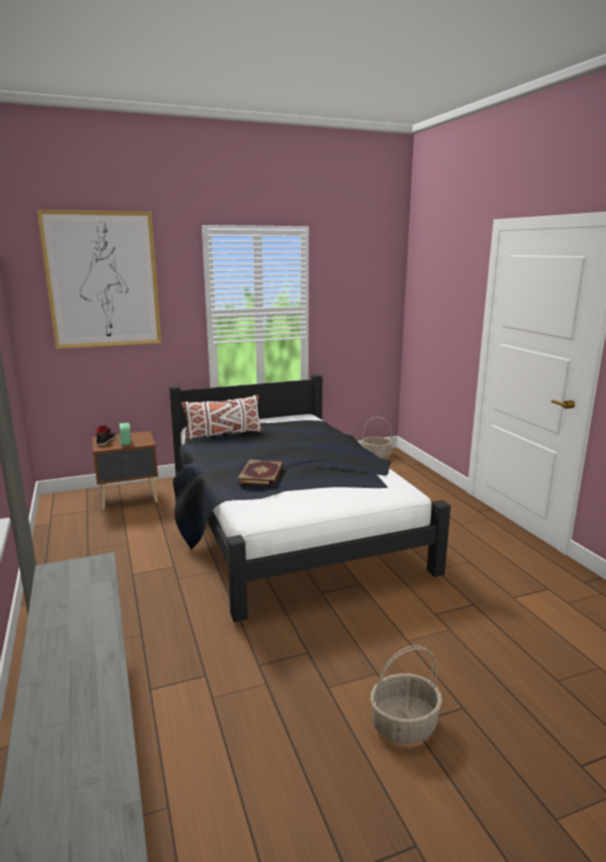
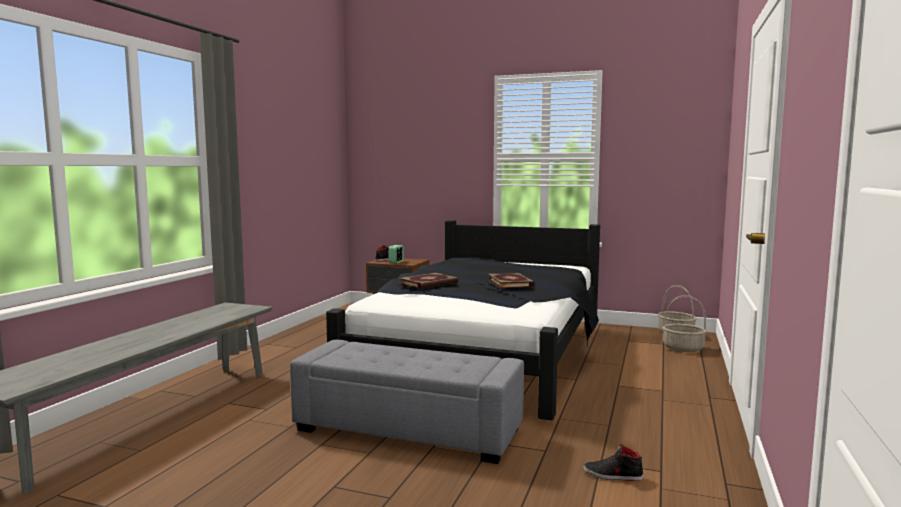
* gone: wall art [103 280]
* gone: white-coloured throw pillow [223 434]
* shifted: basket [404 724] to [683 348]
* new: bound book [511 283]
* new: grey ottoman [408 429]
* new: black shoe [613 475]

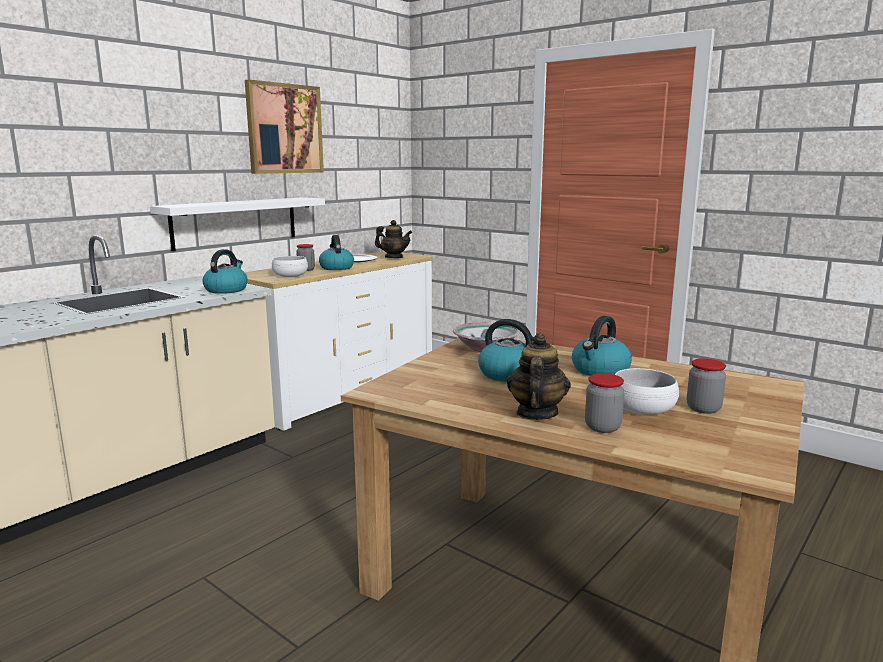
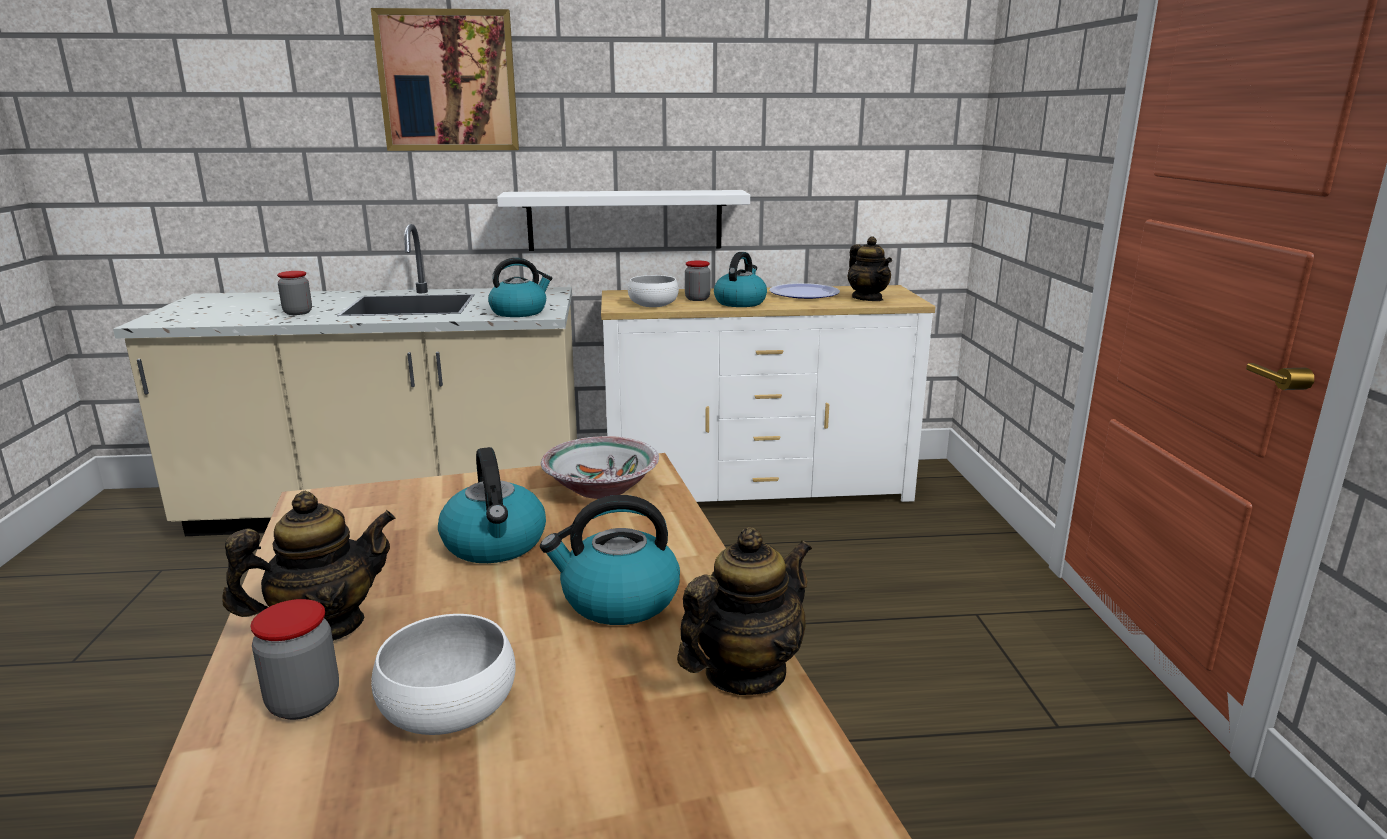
* shifted: wall art [284 129] to [448 81]
* shifted: preserve jar [703 409] to [298 312]
* new: pot for tea [745 673]

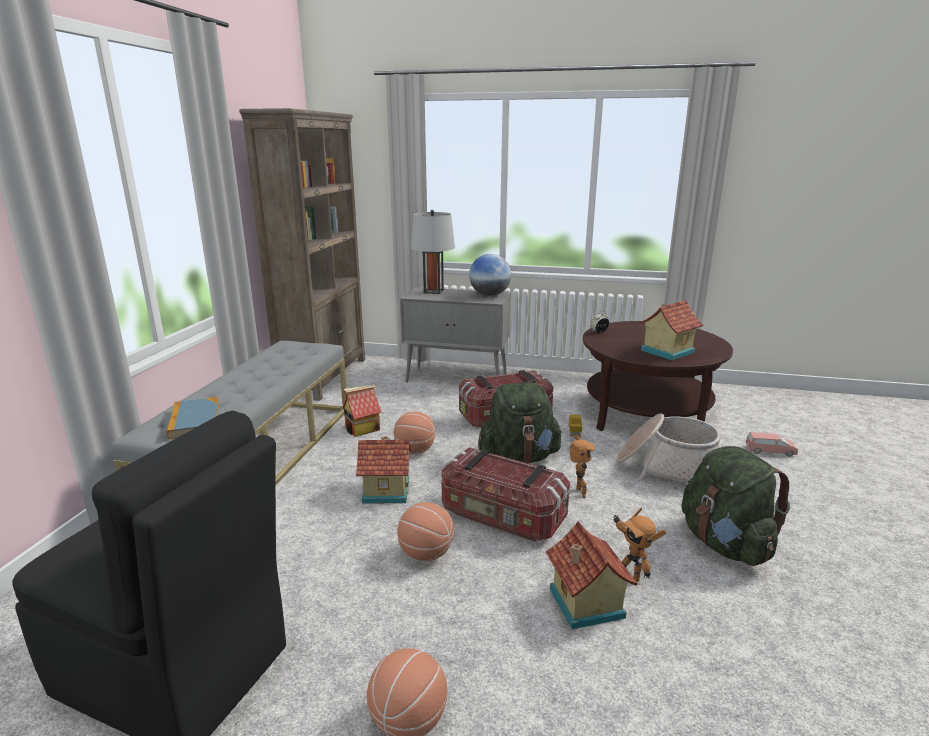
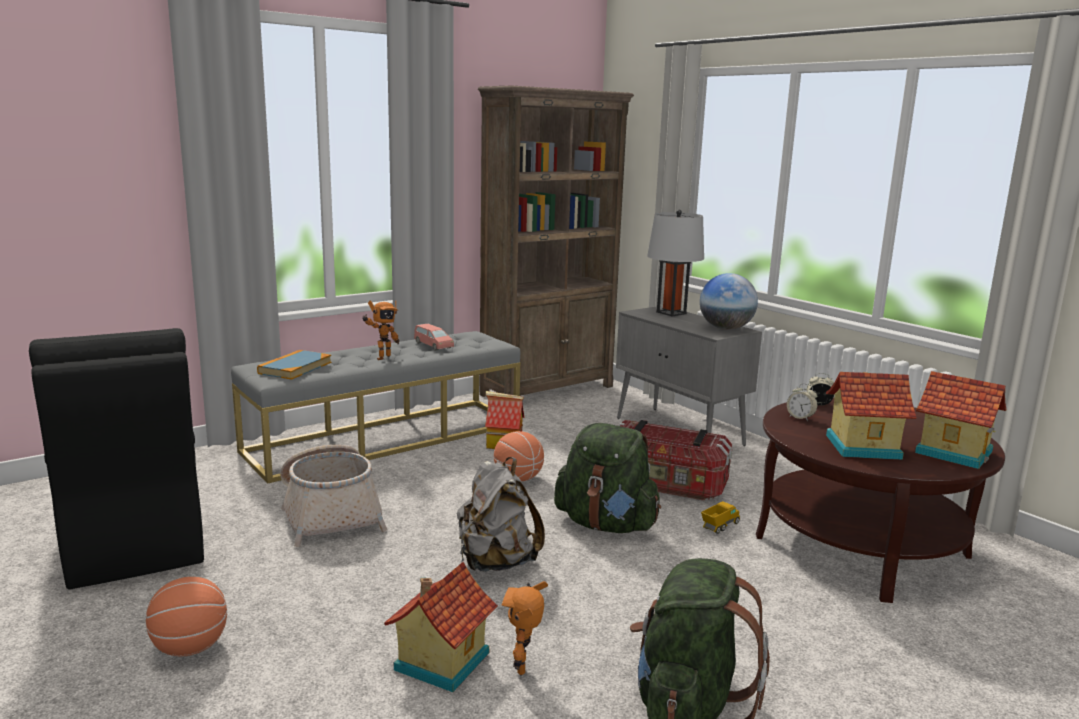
* shifted: basket [667 468] to [330 513]
* shifted: pink-coloured model car [770 451] to [433 345]
* shifted: robot figure [578 493] to [381 357]
* shifted: model house [386 490] to [953 451]
* swapped: storage box [502 517] to grey backpack [496 563]
* gone: basketball [426 553]
* new: table clock [800 418]

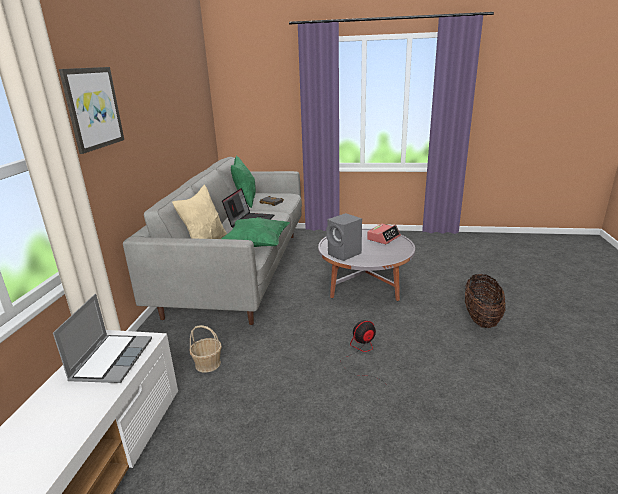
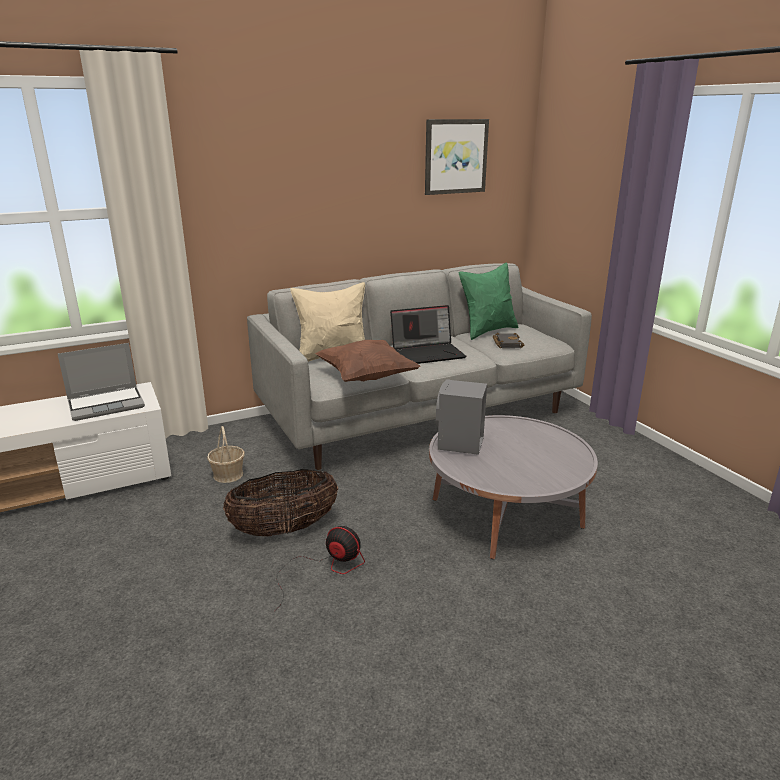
* shifted: wall art [92 108] to [455 156]
* repainted: green throw pillow [256 245] to brown-coloured throw pillow [366 377]
* gone: table clock [383 238]
* shifted: basket [481 318] to [284 529]

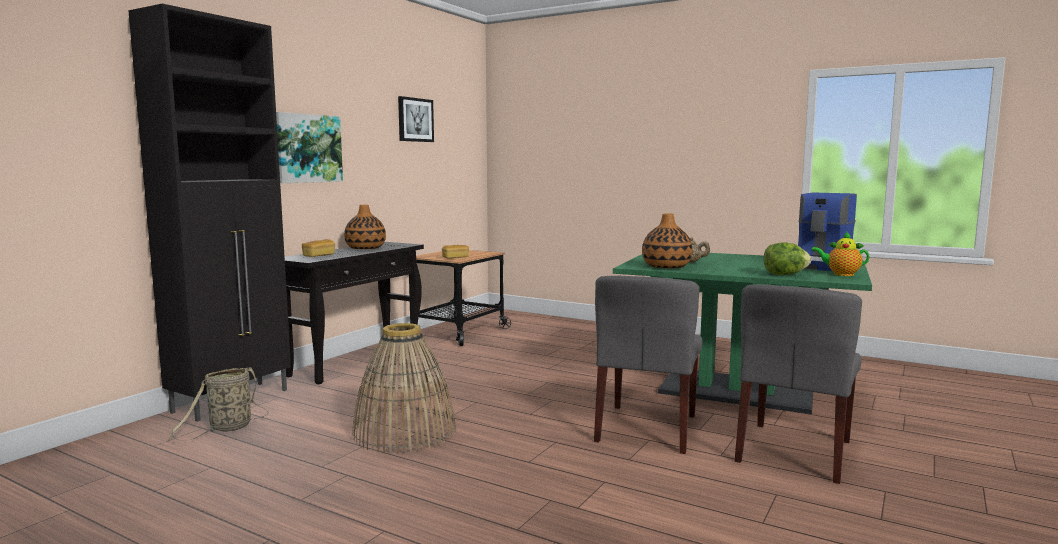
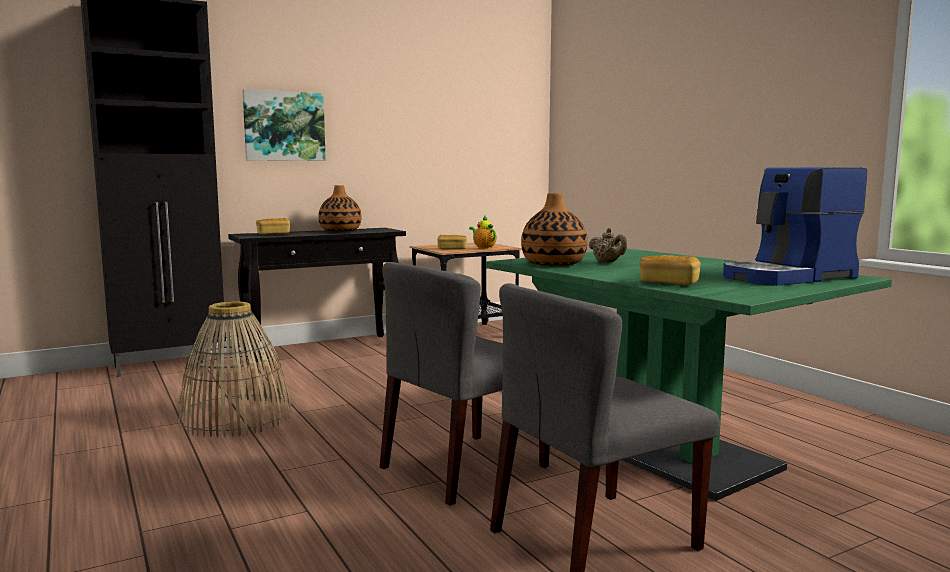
* gone: wall art [415 120]
* shifted: pot for tea [841 274] to [483 248]
* swapped: head of lettuce [784 275] to bakery bread [668 283]
* gone: basket [228 428]

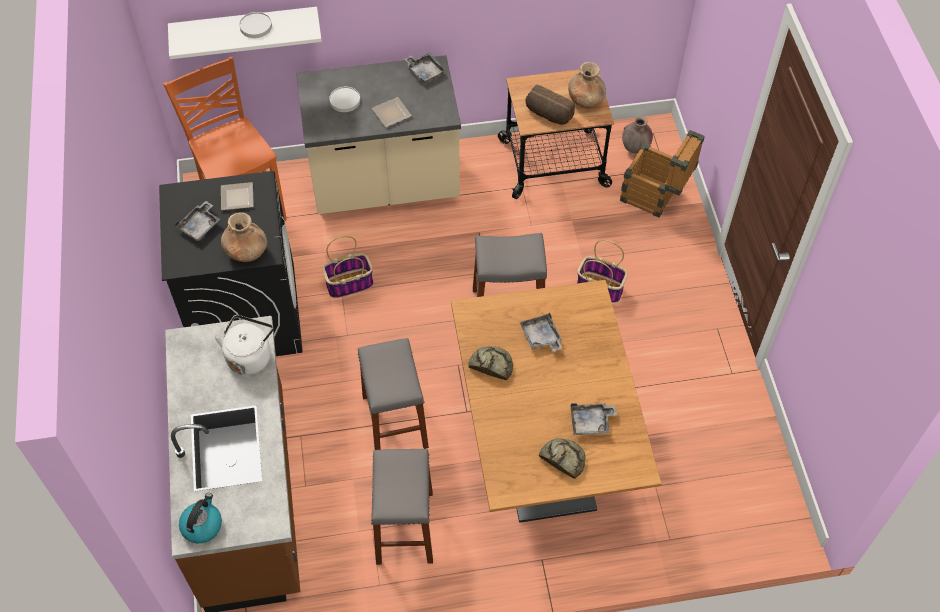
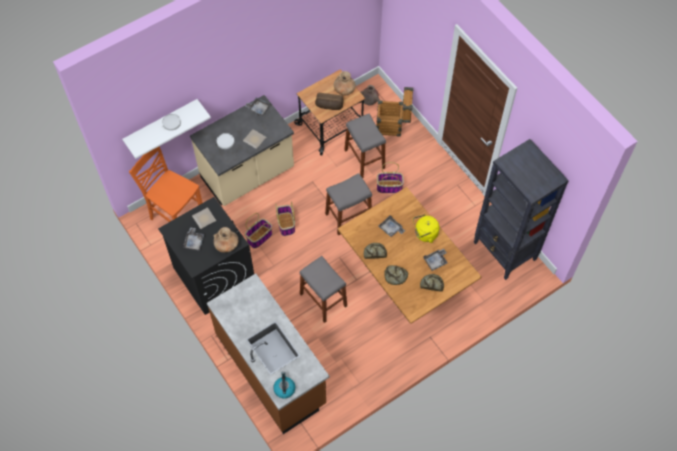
* gone: white-coloured kettle [250 356]
* shifted: grey stool [404 527] to [364 159]
* new: black bookshelf [505 252]
* new: basket [286 224]
* new: yellow-coloured kettle [424 234]
* new: bakery bread [395 276]

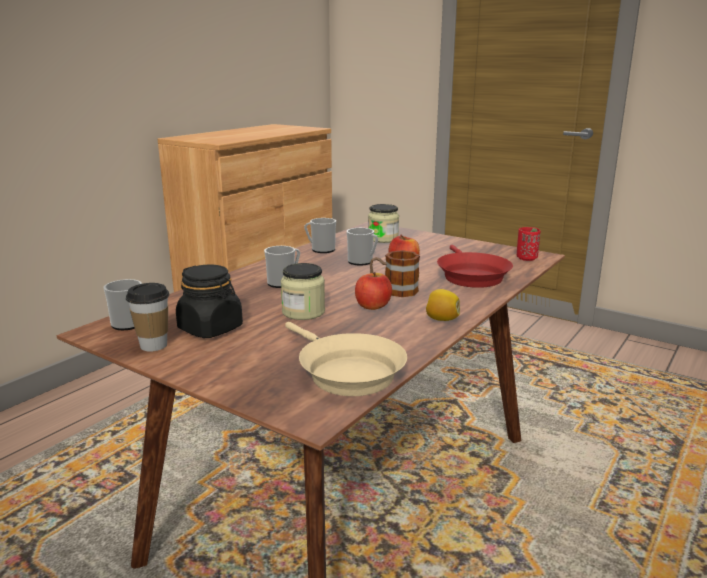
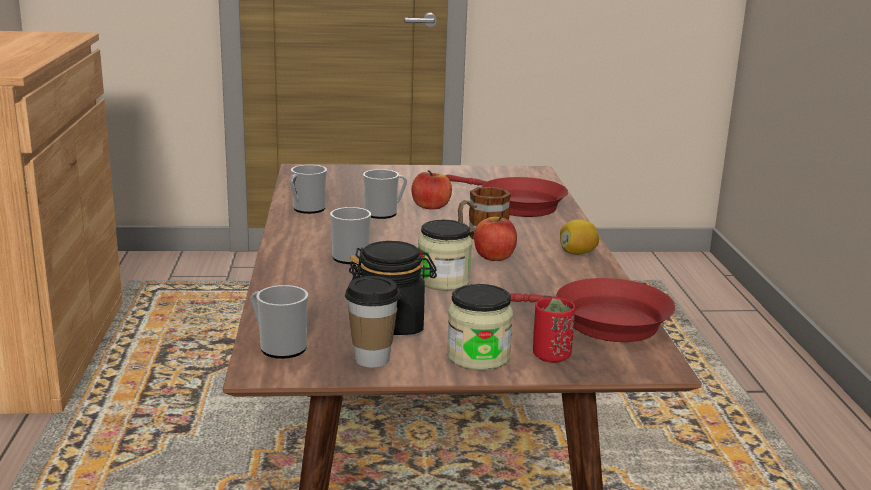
* shifted: preserve jar [383 239] to [478 356]
* shifted: reddish cup [526 258] to [551 356]
* repainted: beige-coloured pan [345 372] to reddish pan [600 322]

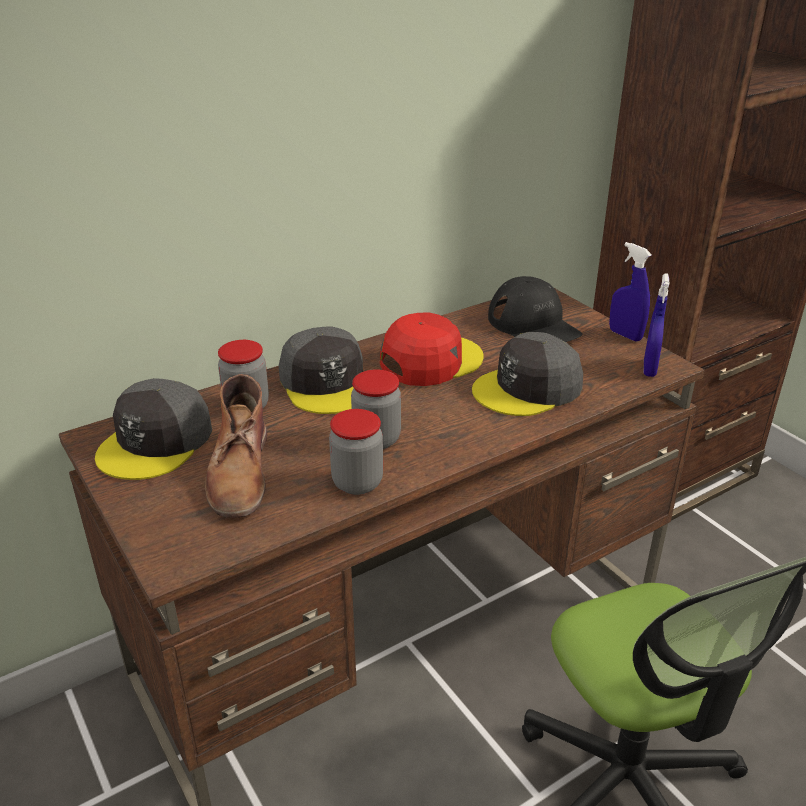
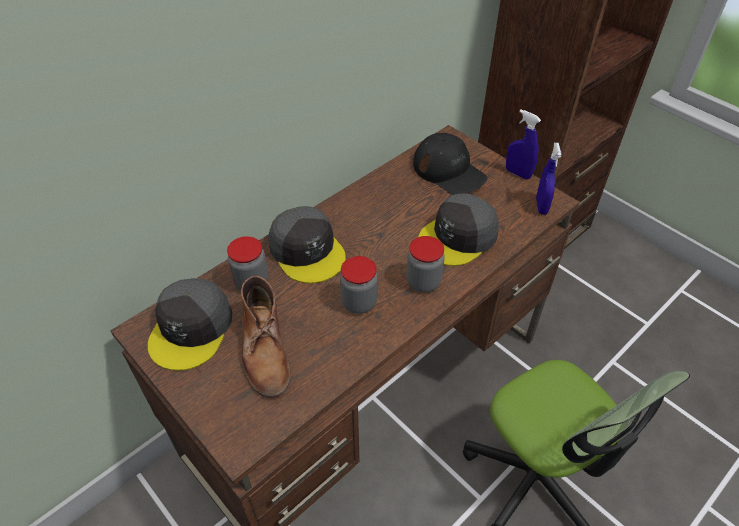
* gone: reddish cap [430 361]
* shifted: preserve jar [357 482] to [423 282]

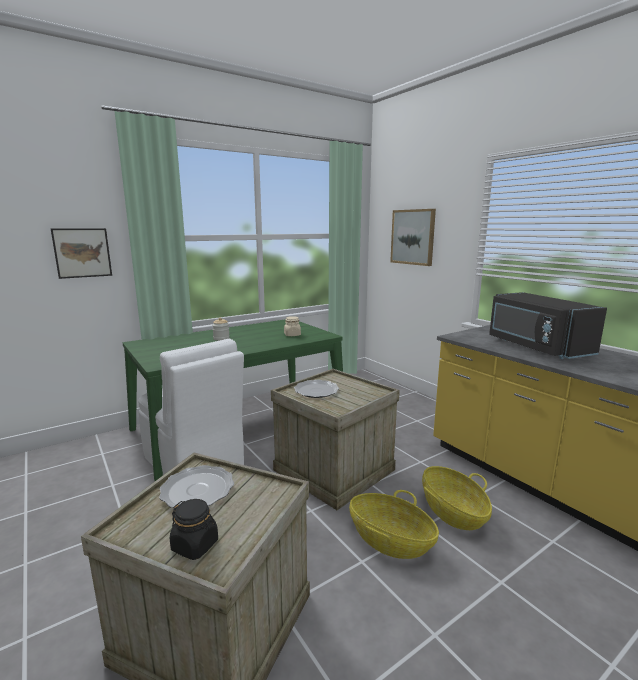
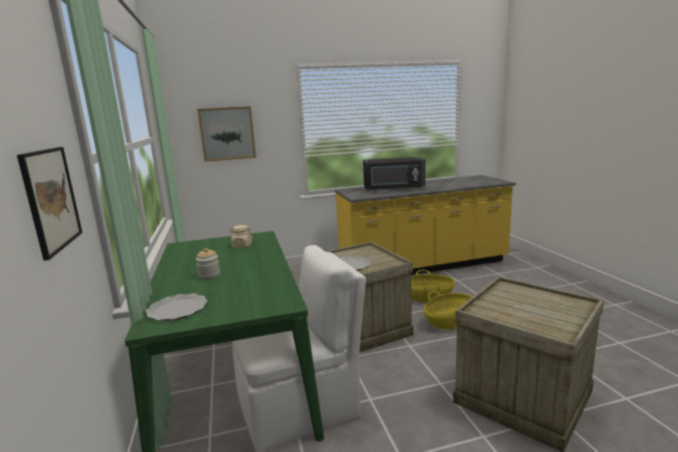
* shifted: dinner plate [197 489] to [177 309]
* gone: black preserve jar [195 545]

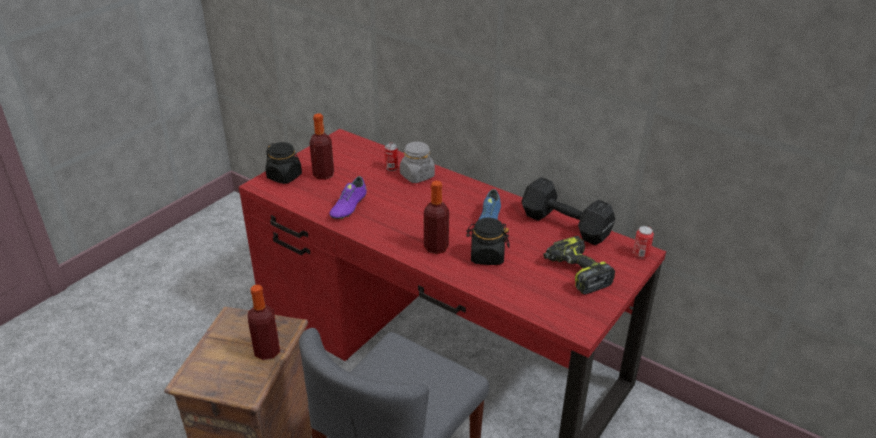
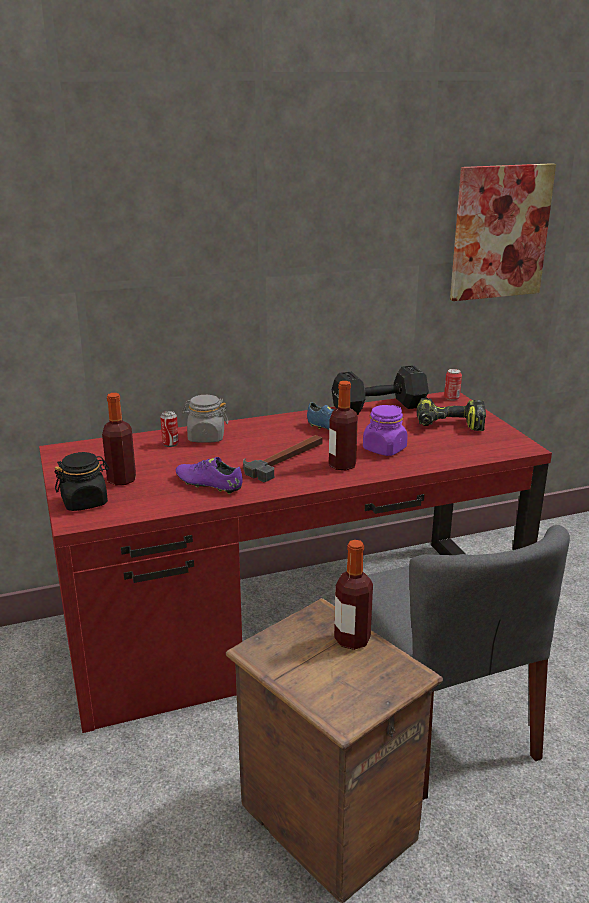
* rotated: purplish shoe [348 207] = [208 484] 150 degrees clockwise
* repainted: black preserve jar [486 256] to purplish preserve jar [384 449]
* new: wall art [500 232]
* new: hand hammer [285 459]

